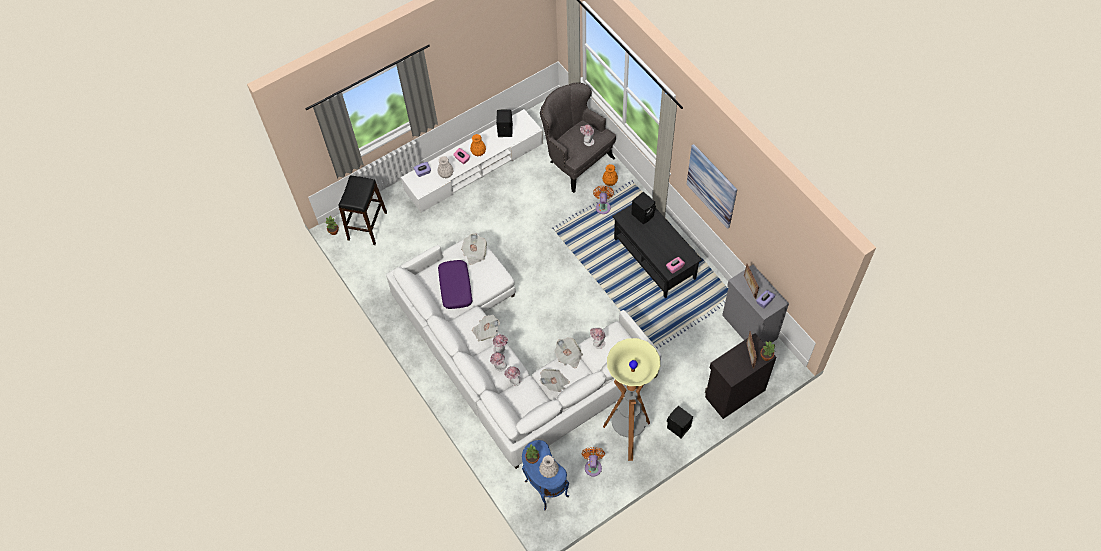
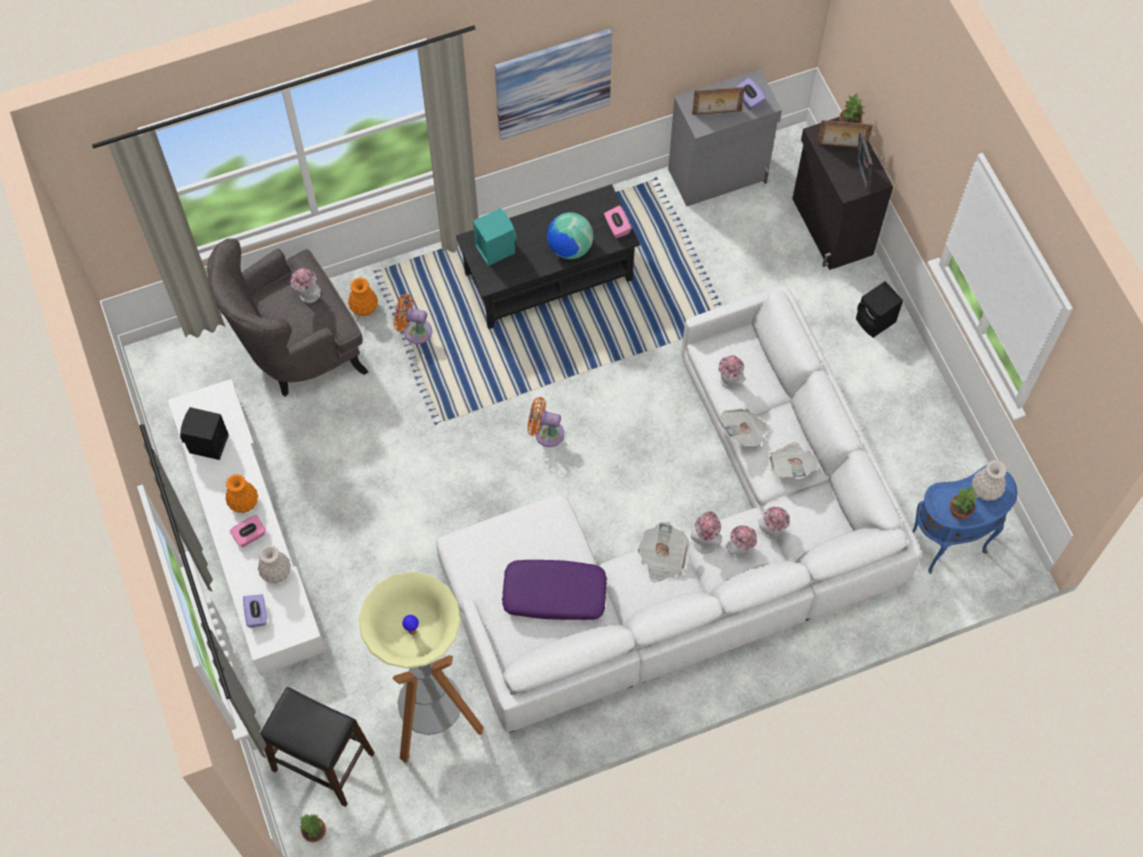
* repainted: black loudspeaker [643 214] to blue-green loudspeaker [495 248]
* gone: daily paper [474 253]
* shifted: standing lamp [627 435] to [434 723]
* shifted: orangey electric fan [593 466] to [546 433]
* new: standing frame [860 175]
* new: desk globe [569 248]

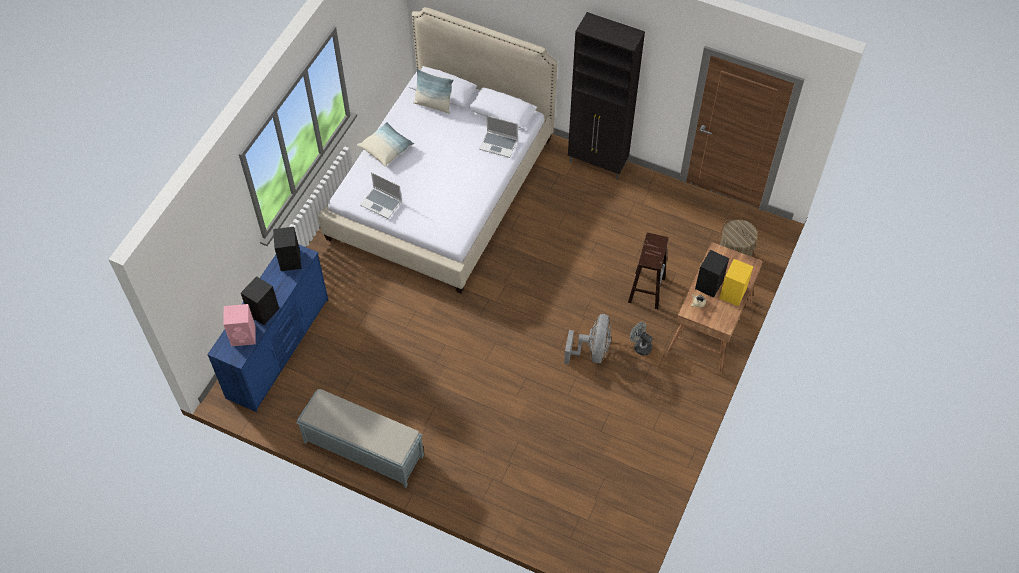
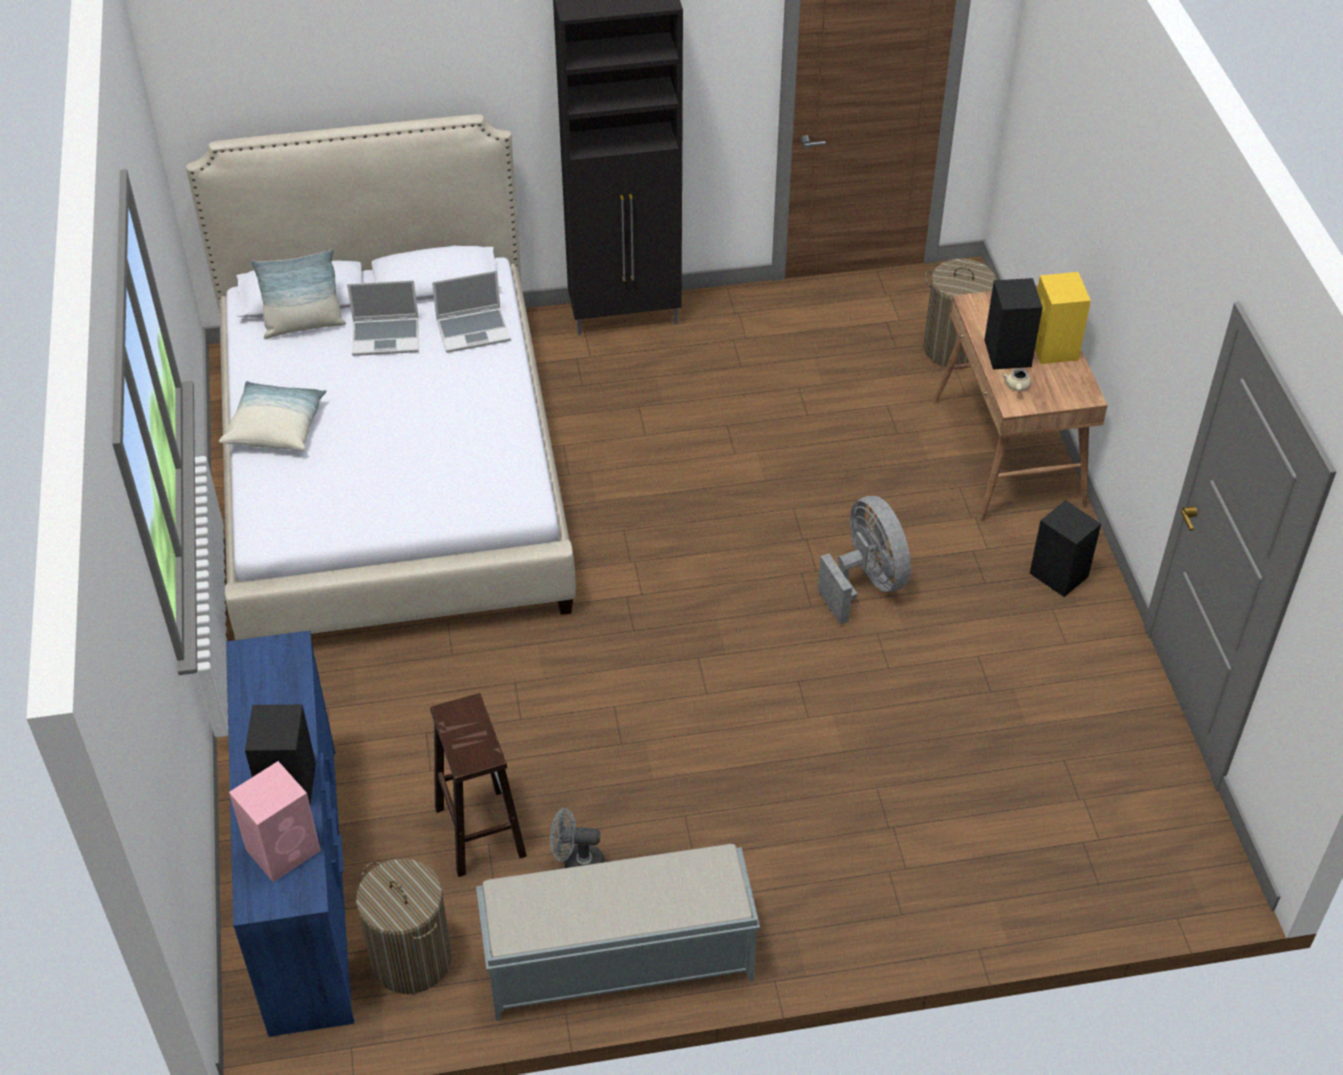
* shifted: notebook computer [382 203] to [387 337]
* shifted: black loudspeaker [290 261] to [1060 575]
* shifted: brown-coloured stool [646 289] to [479 830]
* shifted: grey electric fan [640 346] to [577 864]
* new: washing basket [411 958]

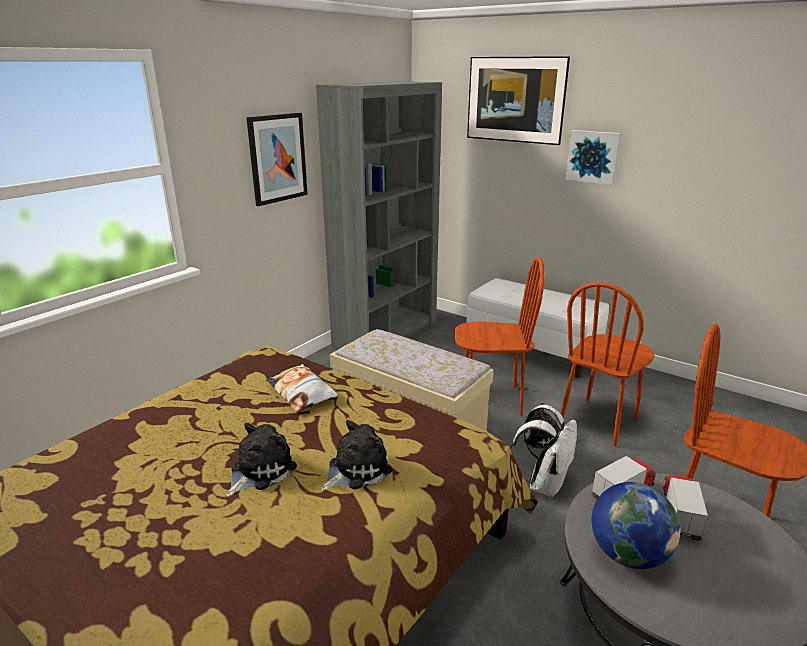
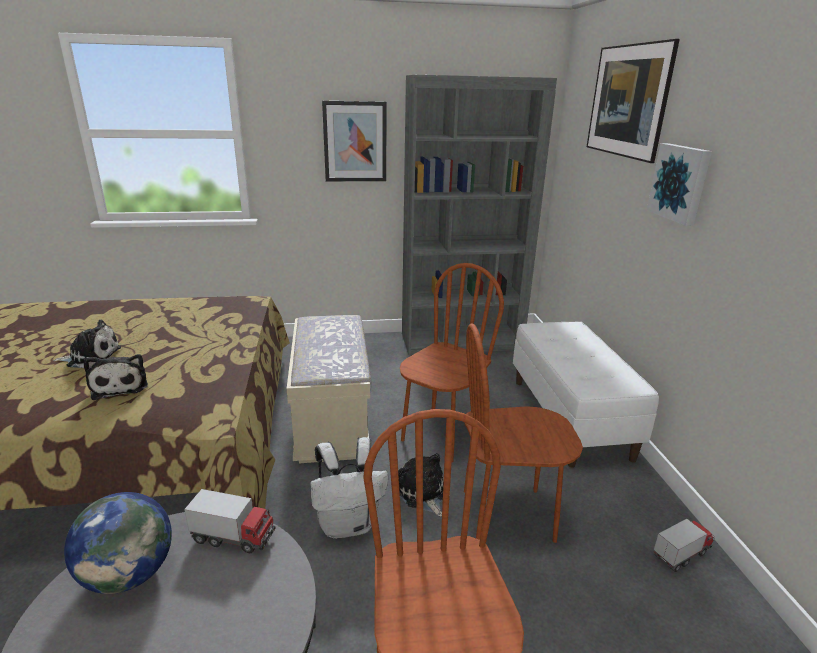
* rotated: brown-coloured upright chair [491 400] = [442 435] 105 degrees counterclockwise
* gone: throw pillow [302 392]
* rotated: soft toy [356 469] = [120 386] 60 degrees clockwise
* shifted: toy lorry [679 518] to [681 554]

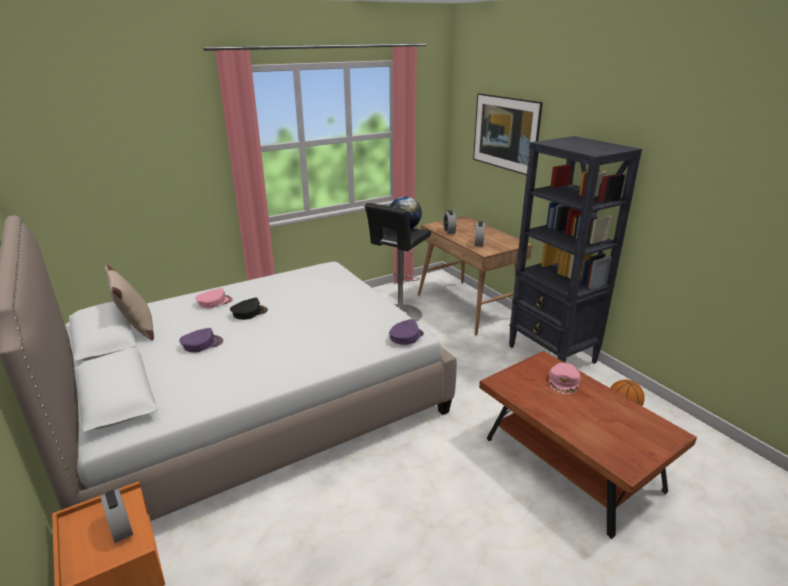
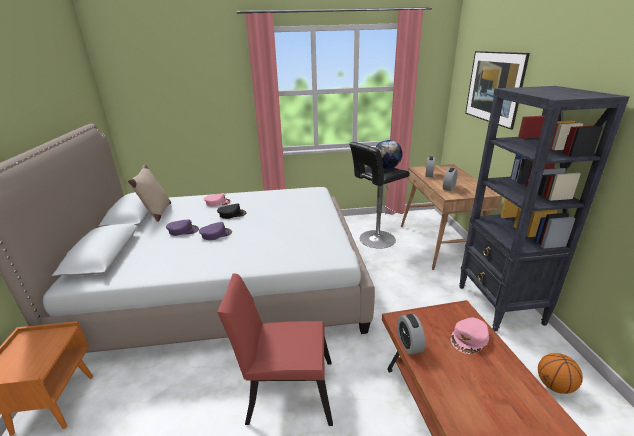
* shifted: purplish cap [406 336] to [216 234]
* shifted: table clock [121 528] to [409 344]
* new: reddish upright chair [285 389]

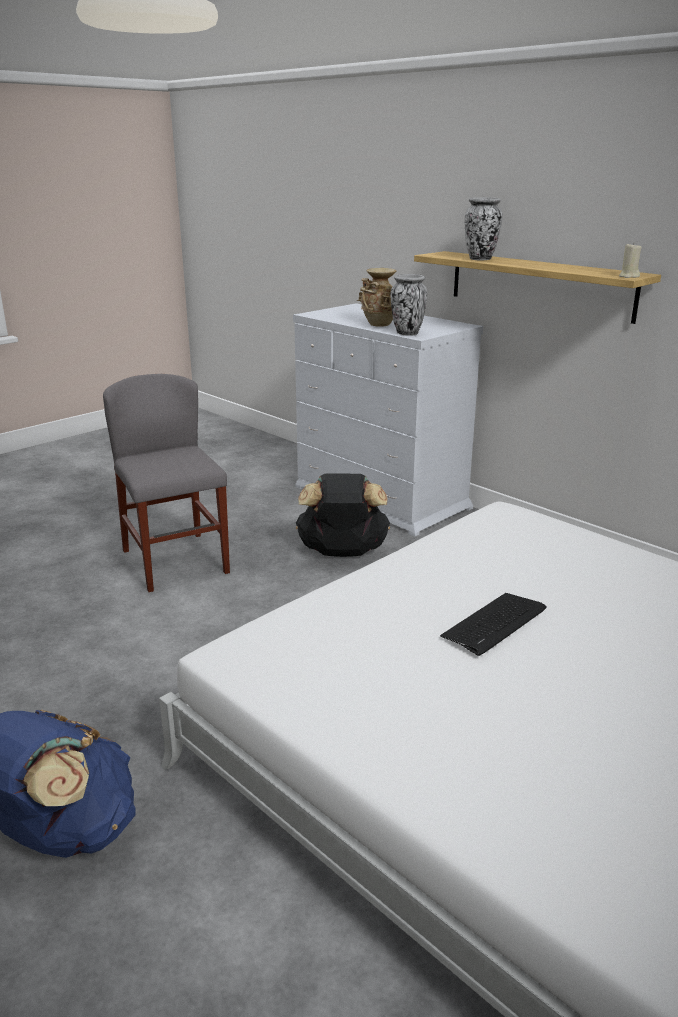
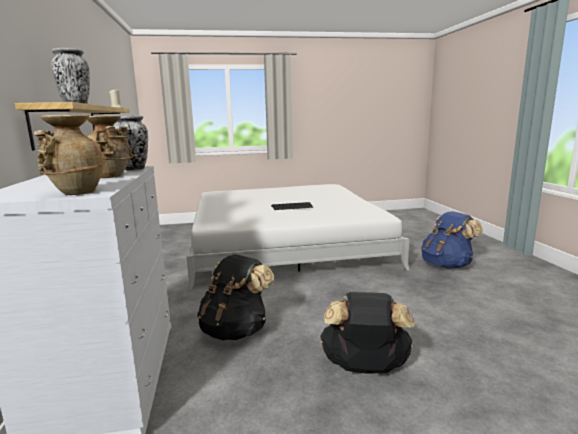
* swapped: grey upright chair [175 561] to black backpack [364 368]
* new: beige-coloured flower vase [76 192]

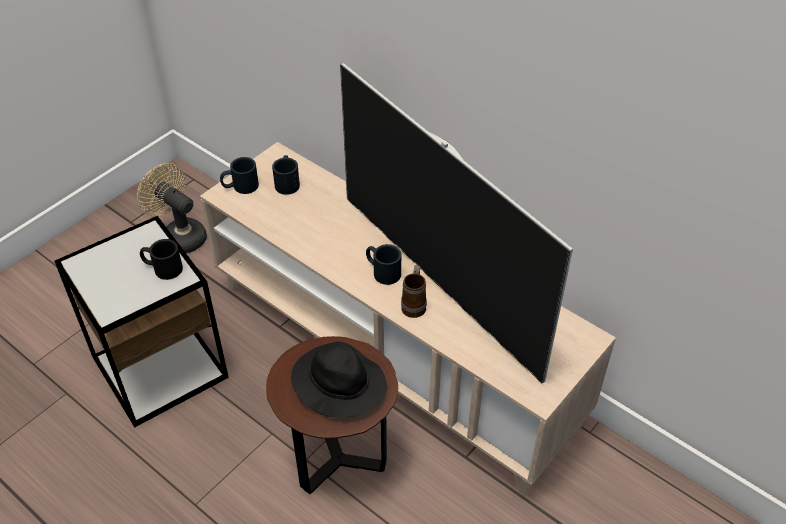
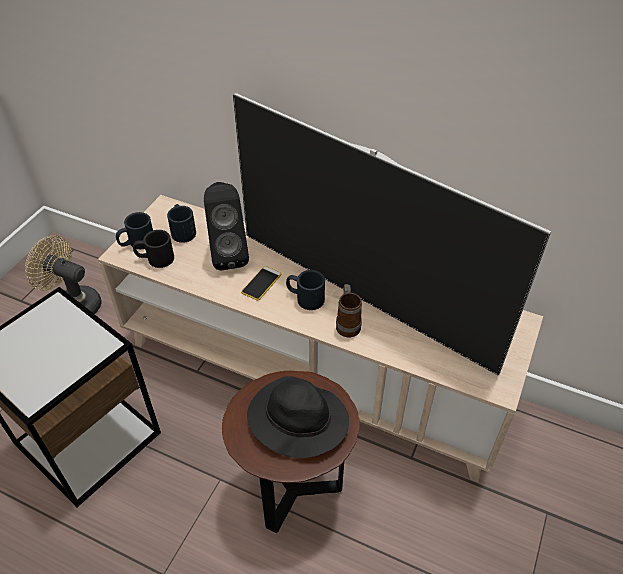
* shifted: black mug [162 268] to [155 259]
* new: black loudspeaker [228 254]
* new: phone [261 283]

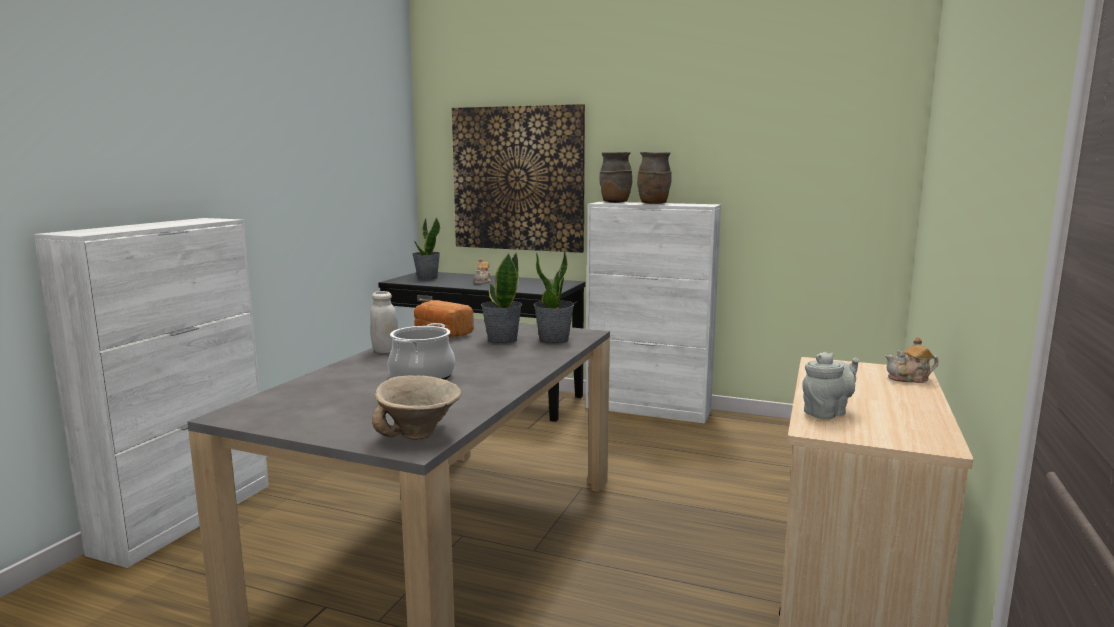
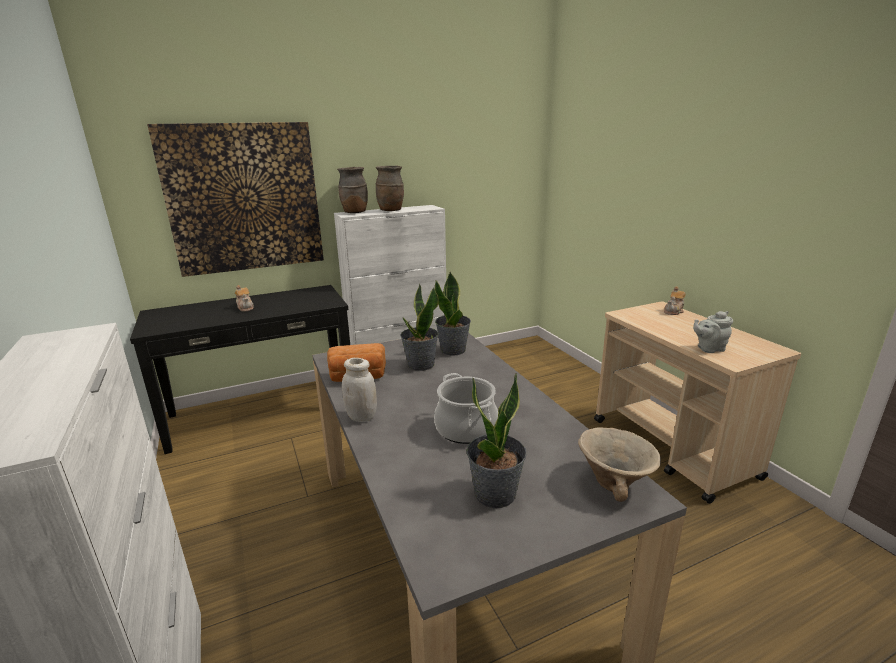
* shifted: potted plant [427 278] to [495 494]
* rotated: grey pot for tea [827 412] = [709 349] 120 degrees counterclockwise

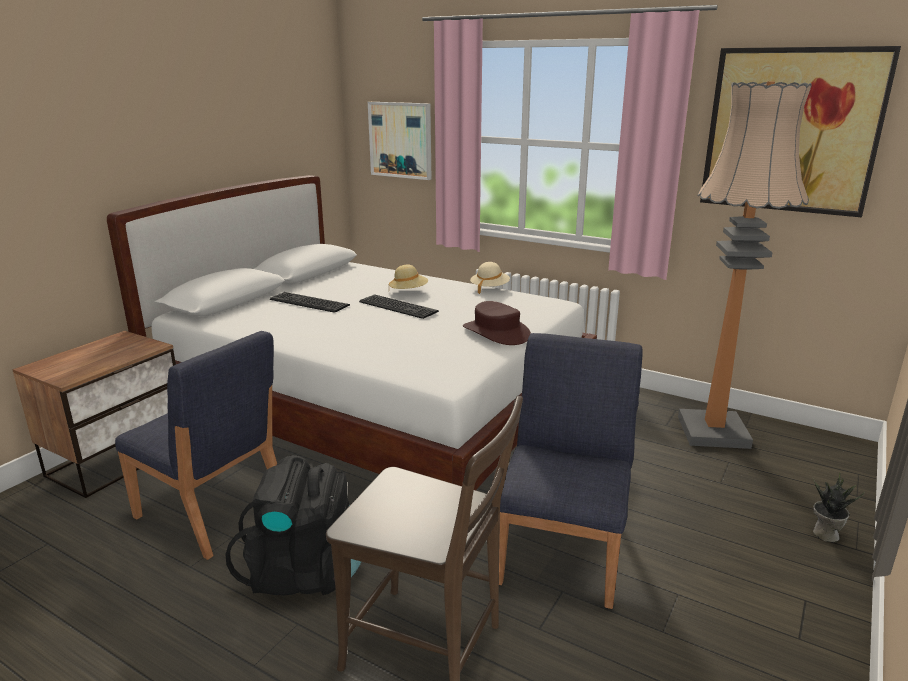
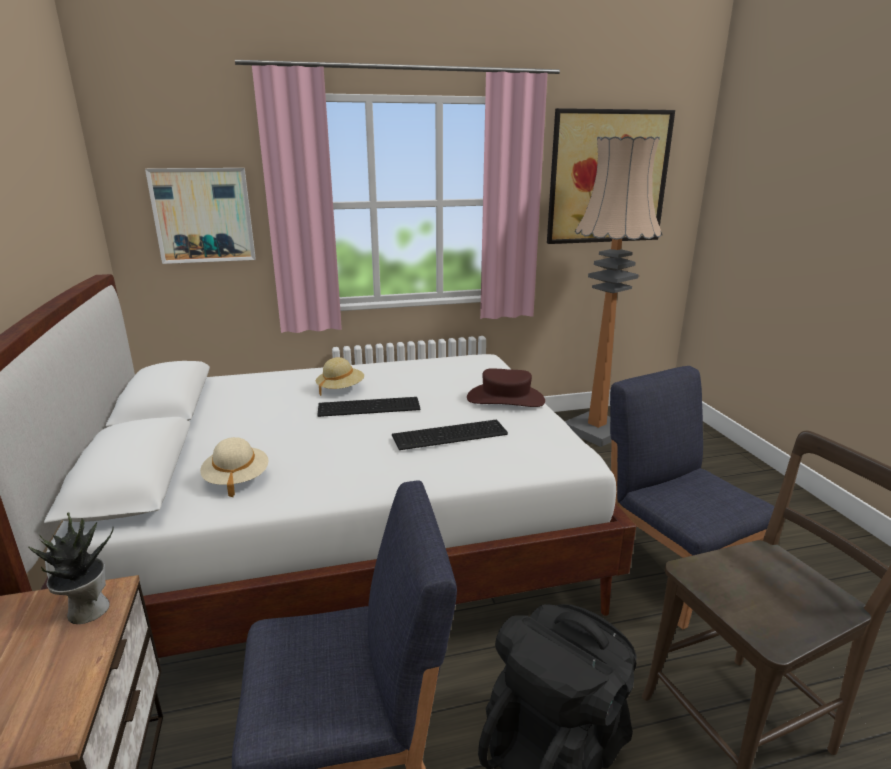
* shifted: beige-coloured hat [489 288] to [236 479]
* shifted: keyboard [309 303] to [451 435]
* shifted: potted plant [824 534] to [86 610]

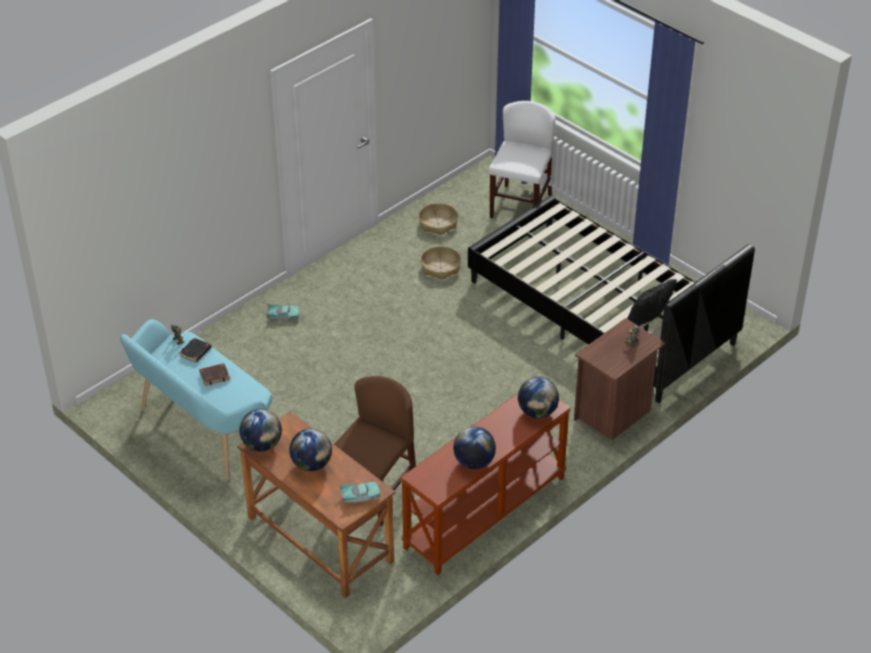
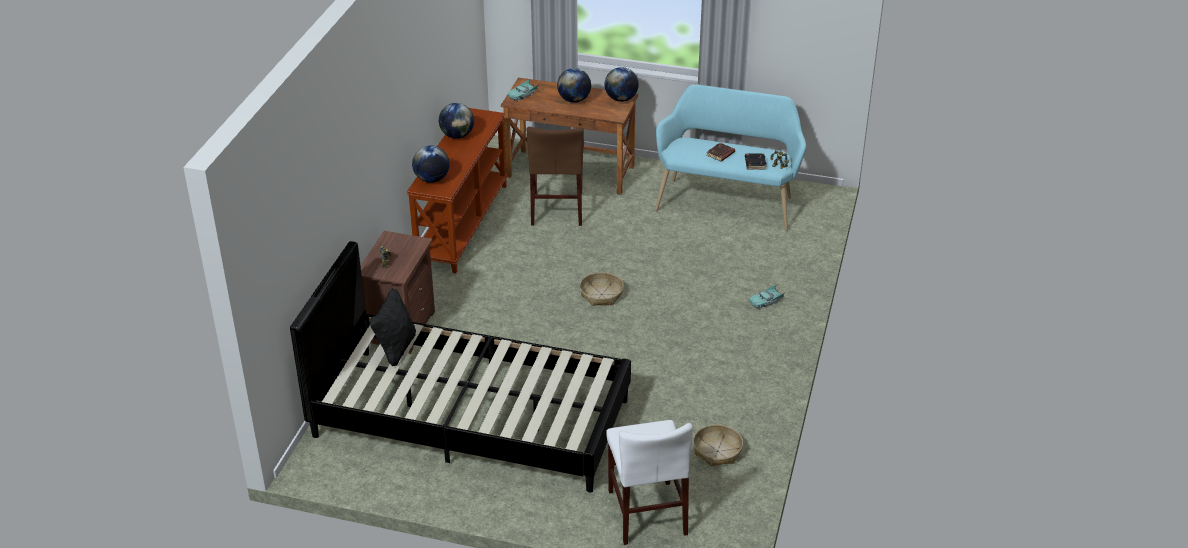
* shifted: basket [440 267] to [601 294]

